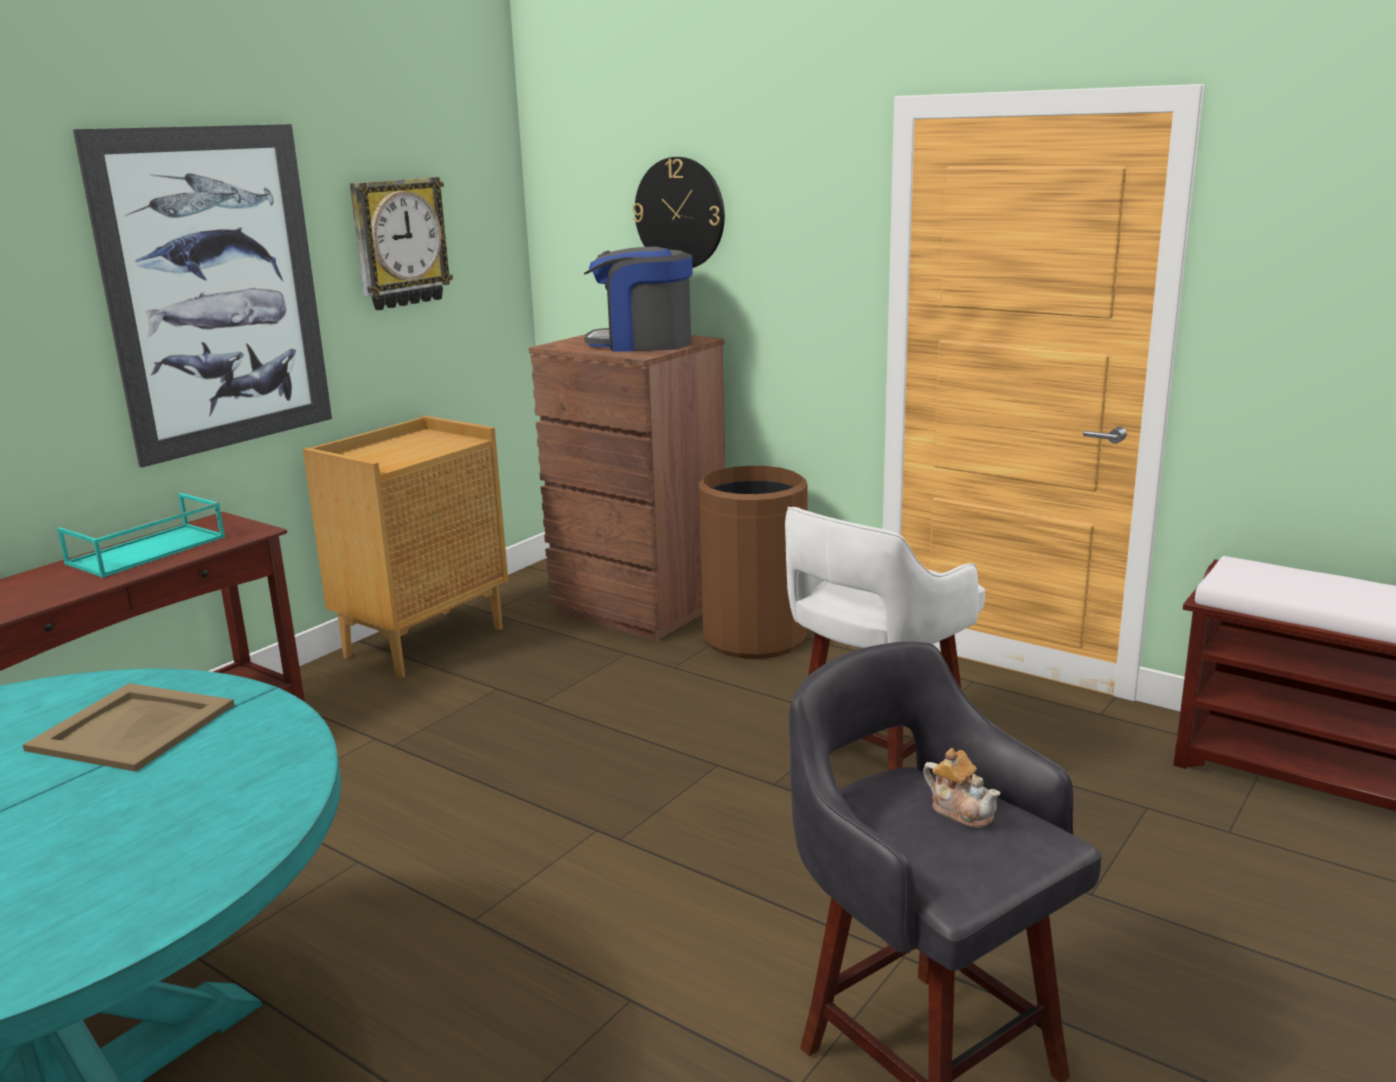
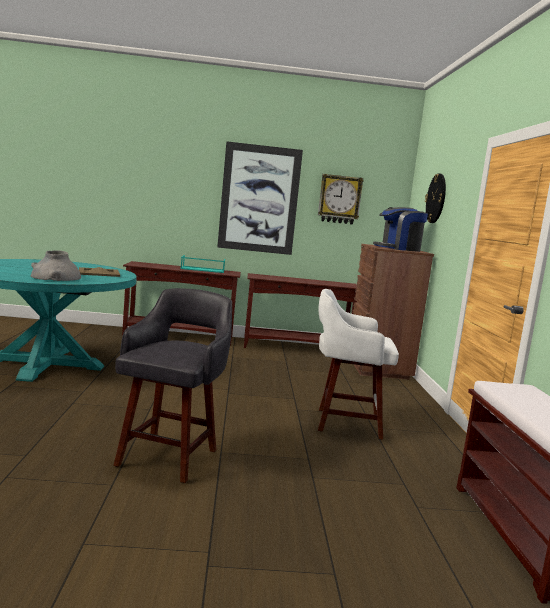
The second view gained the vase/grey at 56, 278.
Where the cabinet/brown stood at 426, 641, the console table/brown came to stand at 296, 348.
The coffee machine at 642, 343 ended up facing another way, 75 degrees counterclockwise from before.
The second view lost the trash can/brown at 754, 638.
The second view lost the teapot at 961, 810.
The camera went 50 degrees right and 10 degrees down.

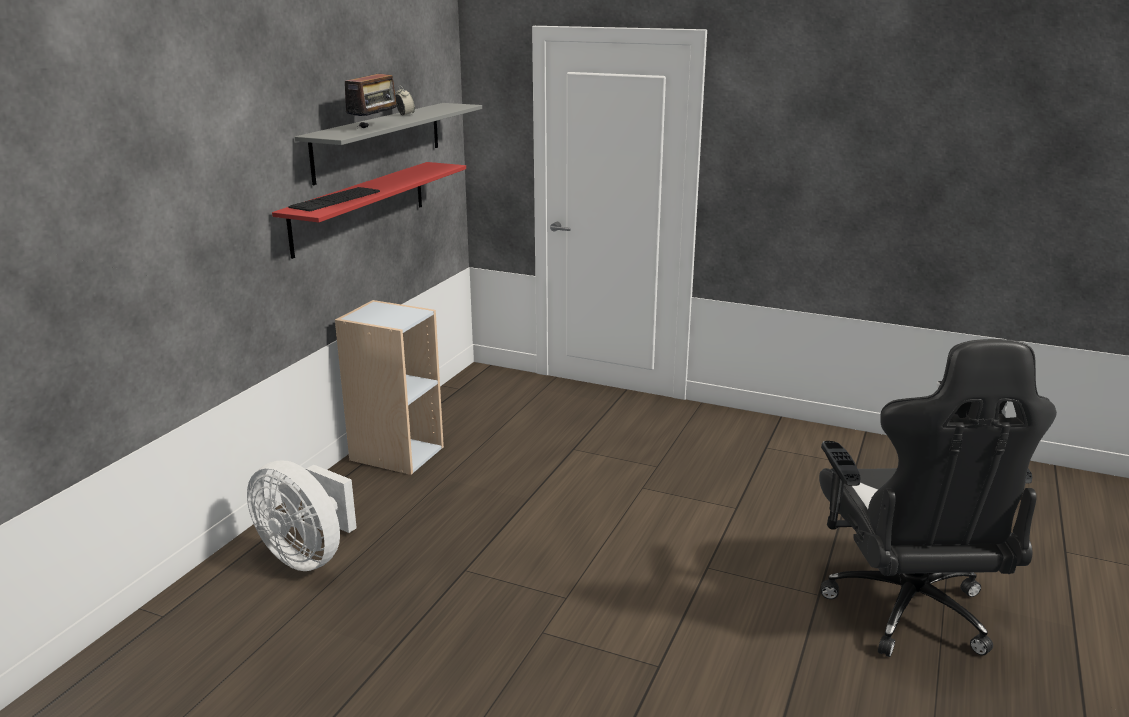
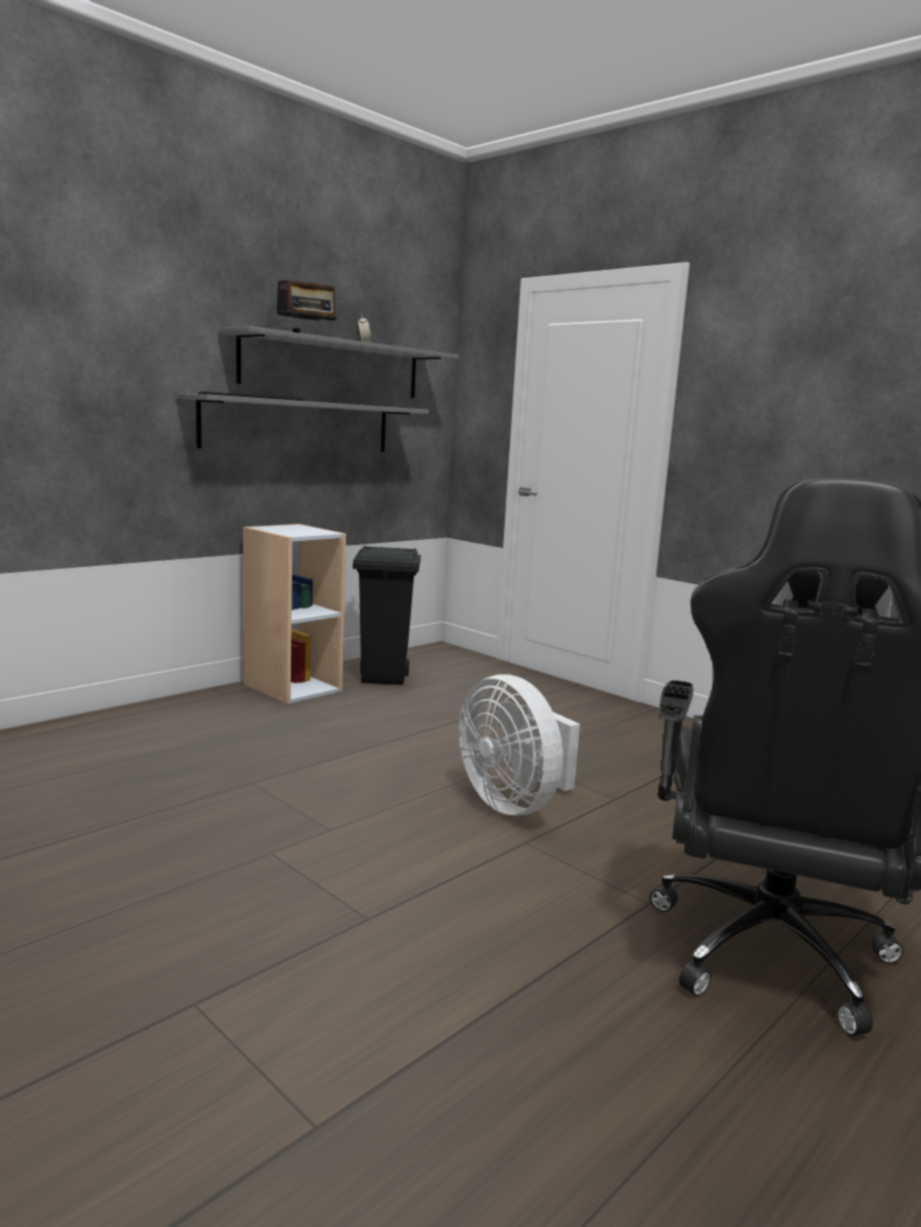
What was the shelf/red at 360, 207 turned into the shelf/grey at 299, 426.
The second view gained the trash can/black at 384, 678.
The fan/white ended up elsewhere, having gone from 308, 555 to 514, 803.
The camera went 20 degrees right and 10 degrees down.

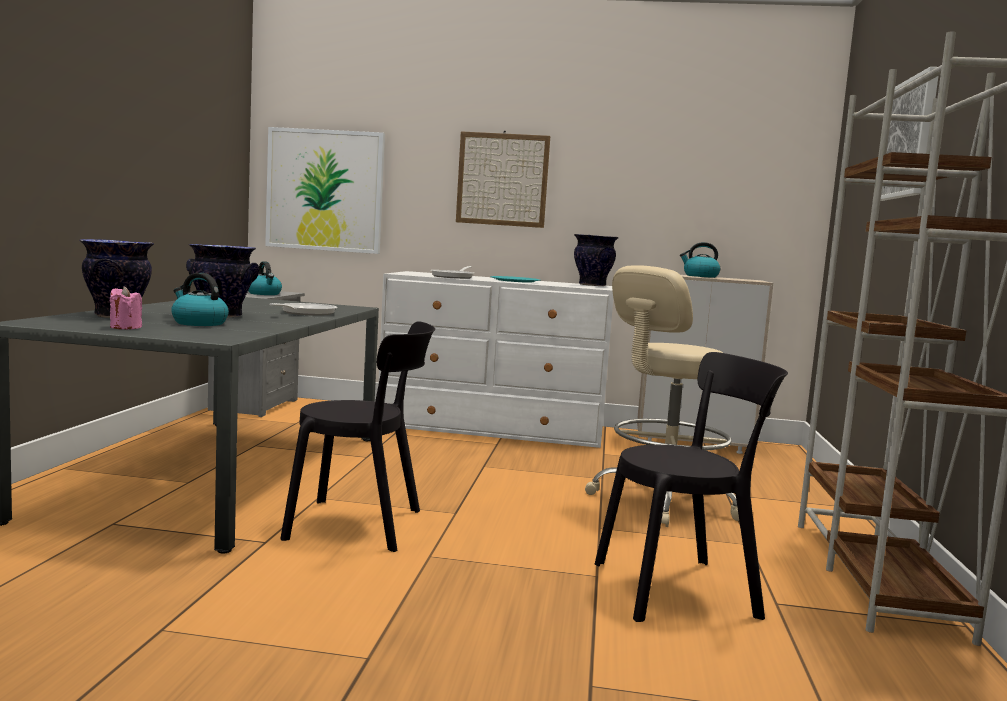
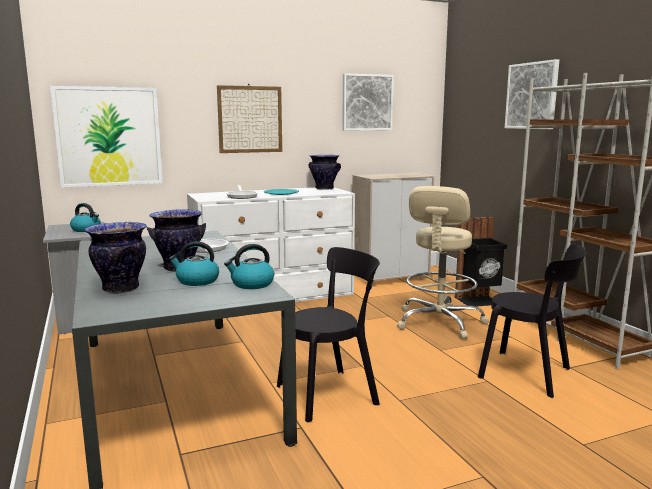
The kettle ended up elsewhere, having gone from 700, 276 to 251, 284.
The second view gained the picture at 367, 102.
The second view gained the trash can/black at 479, 301.
The chair/black at 682, 589 ended up facing another way, 75 degrees clockwise from before.
The second view lost the candle/pink at 125, 327.
The camera went 30 degrees left and 5 degrees up.

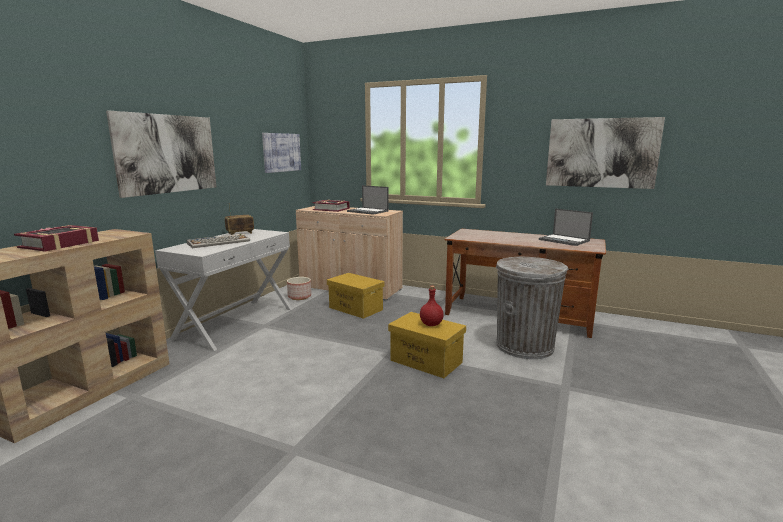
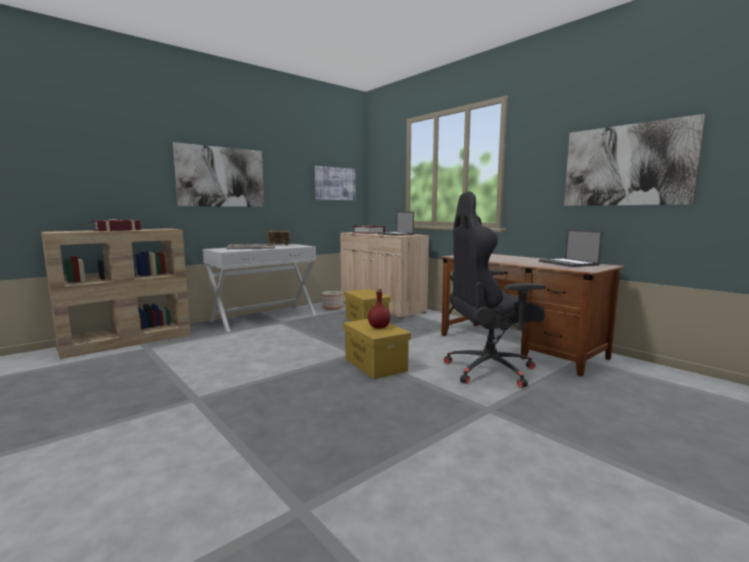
Where the trash can/grey stood at 524, 346, the office chair/black came to stand at 490, 370.
The camera went 25 degrees right and 5 degrees down.

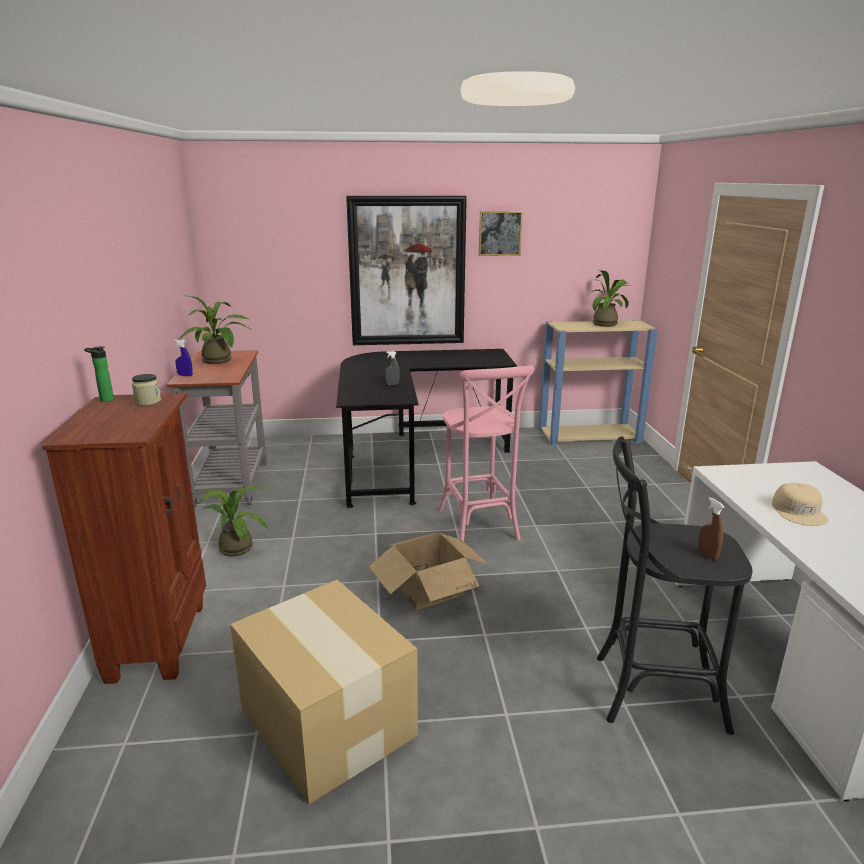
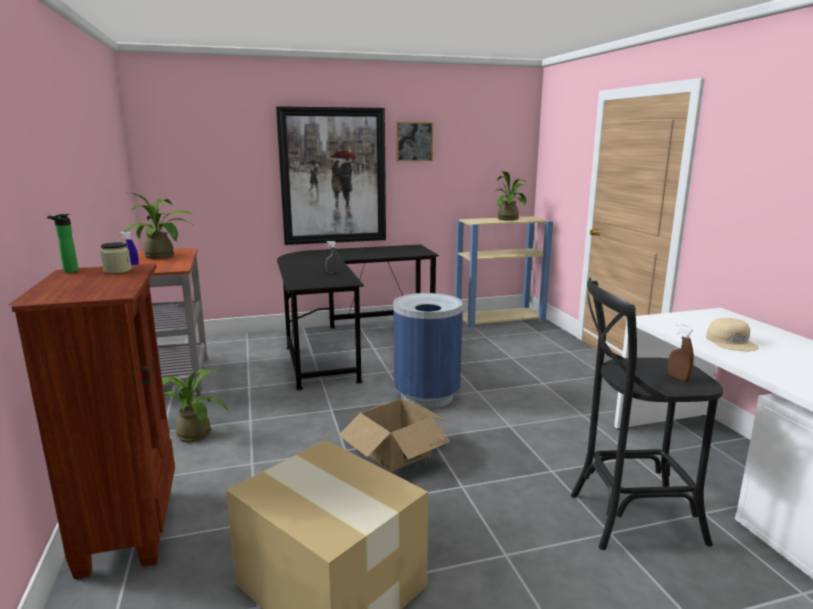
Where the stool/pink stood at 478, 527, the trash can/blue came to stand at 426, 396.
The camera went 10 degrees left and 5 degrees down.

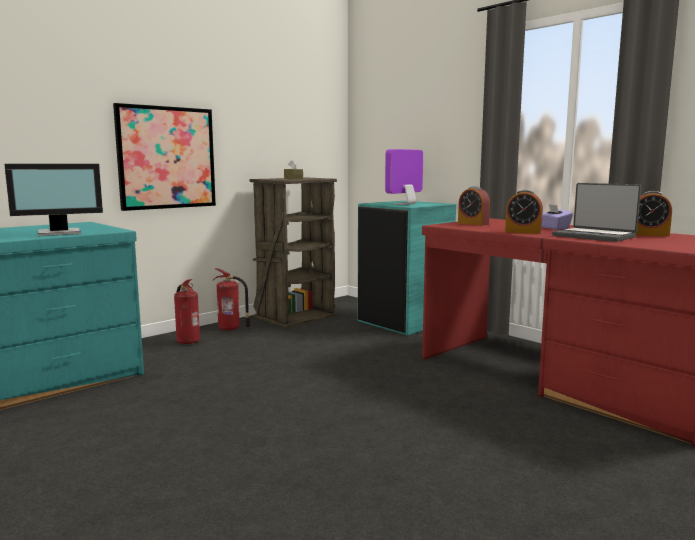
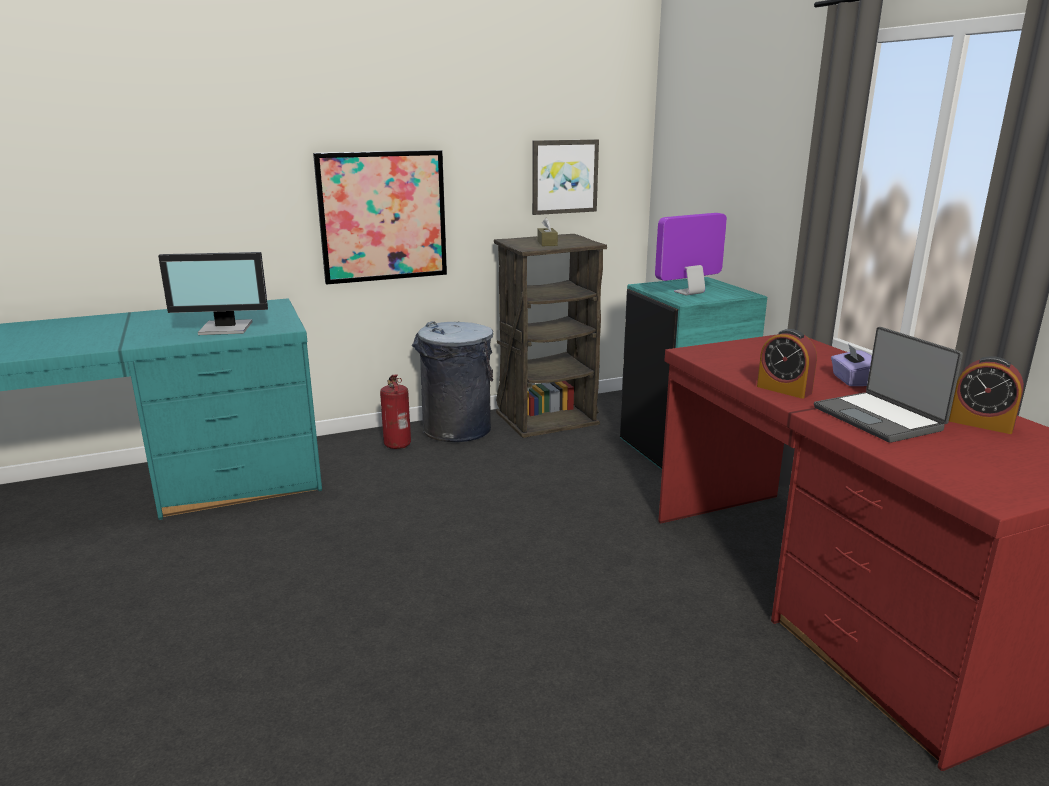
Where the fire extinguisher stood at 230, 329, the trash can/grey came to stand at 457, 430.
The second view gained the picture at 564, 176.
The second view lost the alarm clock at 473, 224.
The camera went 20 degrees right and 10 degrees up.

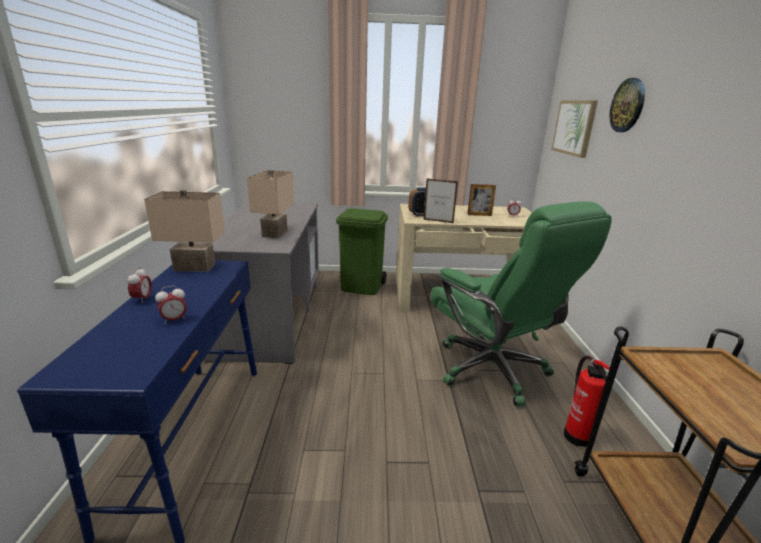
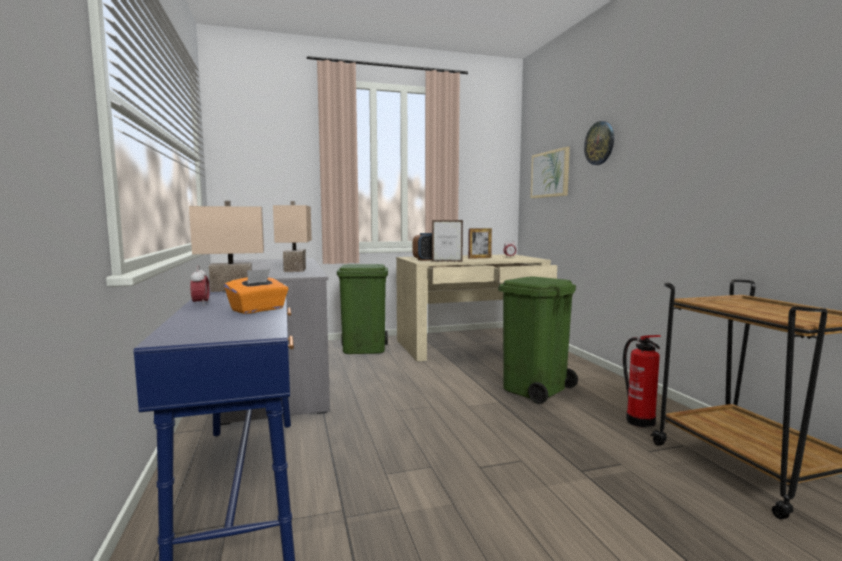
Where the alarm clock stood at 174, 320, the tissue box/orange came to stand at 258, 309.
Where the office chair/green stood at 492, 369, the trash can/green came to stand at 534, 389.
The camera went 15 degrees left and 15 degrees down.

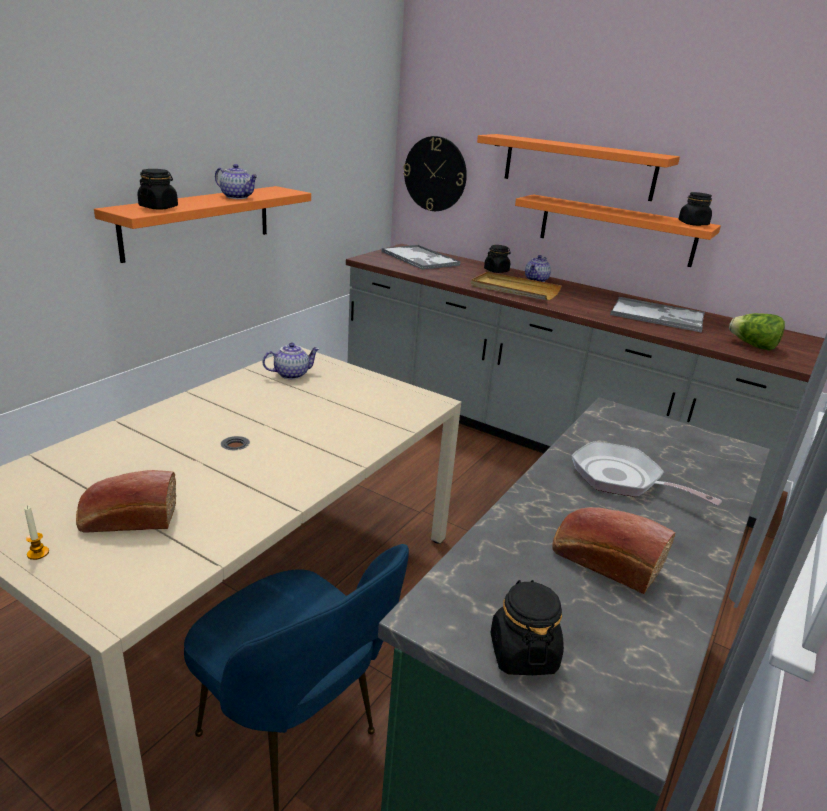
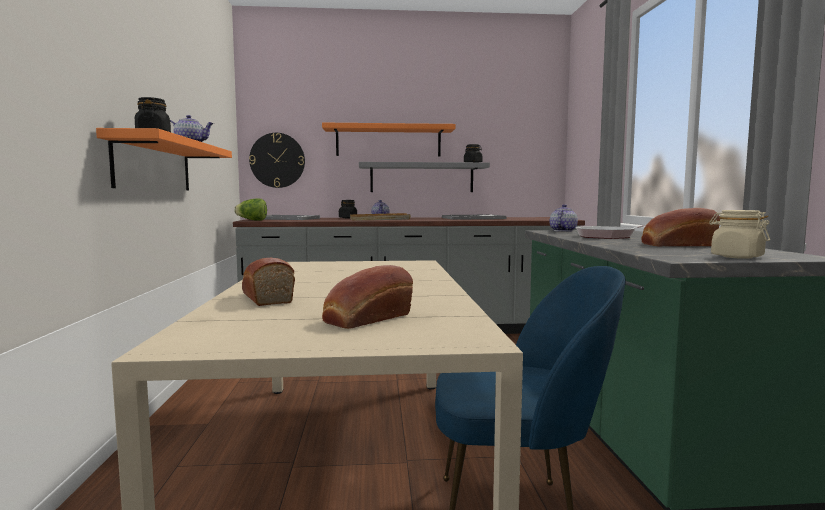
The lettuce ended up elsewhere, having gone from 753, 345 to 252, 220.
The second view gained the bread at 266, 298.
What was the shelf/orange at 616, 230 turned into the shelf/grey at 422, 178.
The teapot ended up elsewhere, having gone from 291, 374 to 562, 231.
What was the jar/black at 522, 653 turned into the jar/beige at 736, 257.
The second view lost the candle at 38, 553.
The camera went 35 degrees left and 20 degrees down.

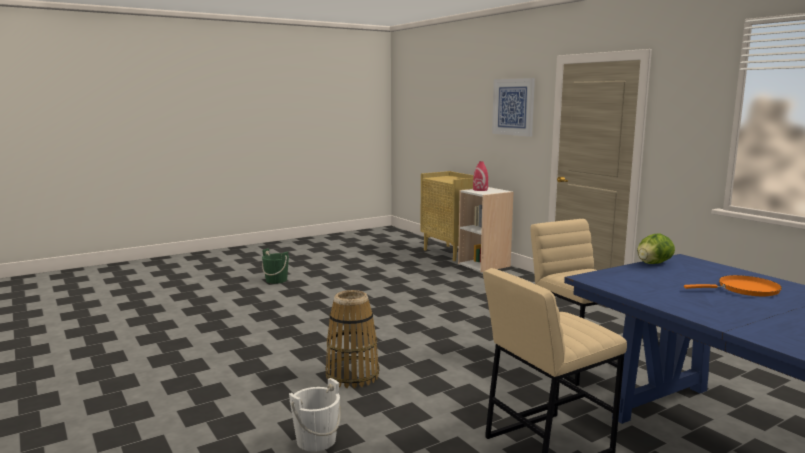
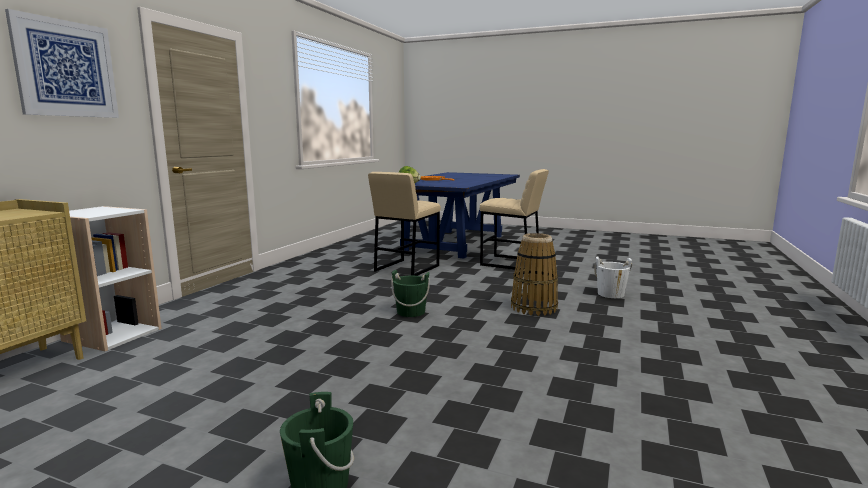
The second view gained the bucket/green at 411, 312.
The second view lost the vase/red at 480, 190.
The camera went 125 degrees left and 0 degrees up.

